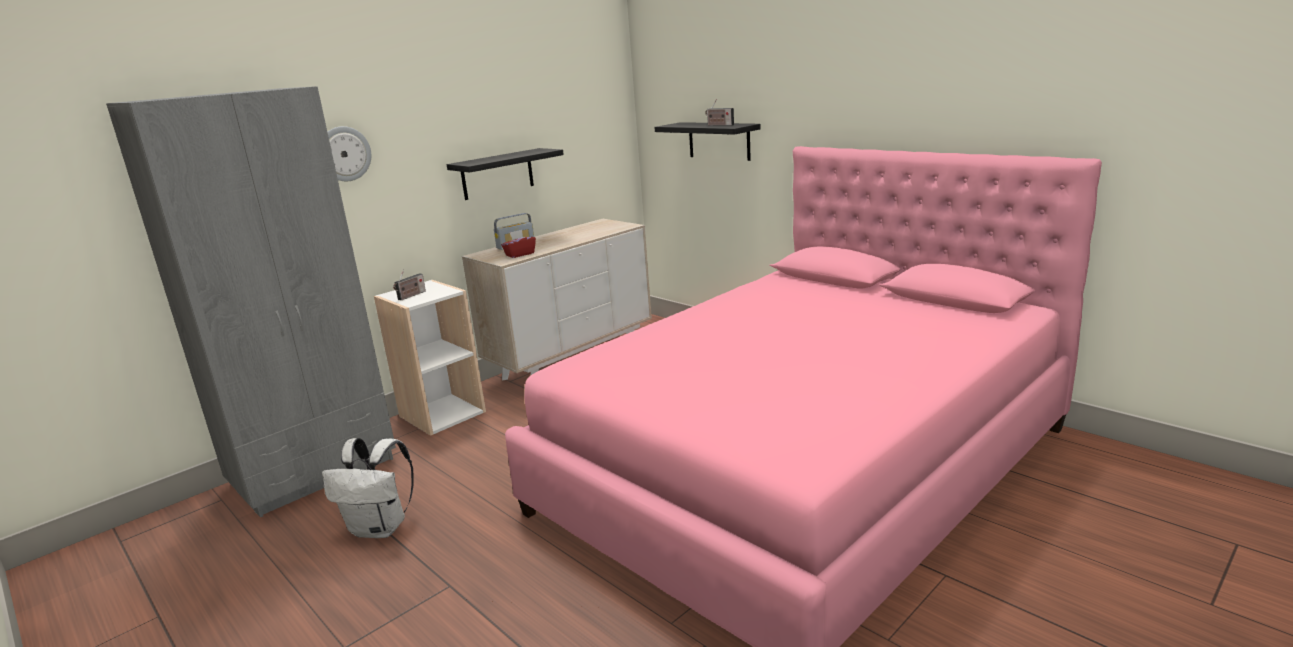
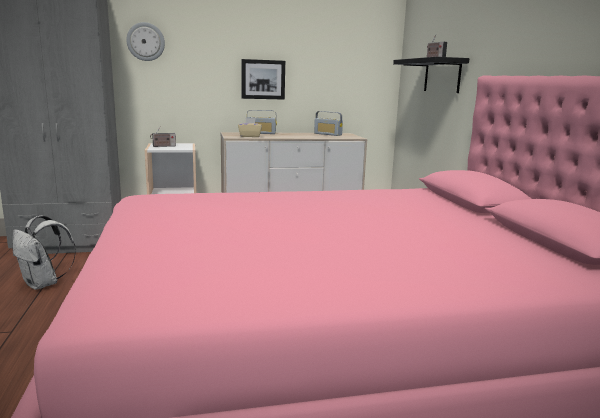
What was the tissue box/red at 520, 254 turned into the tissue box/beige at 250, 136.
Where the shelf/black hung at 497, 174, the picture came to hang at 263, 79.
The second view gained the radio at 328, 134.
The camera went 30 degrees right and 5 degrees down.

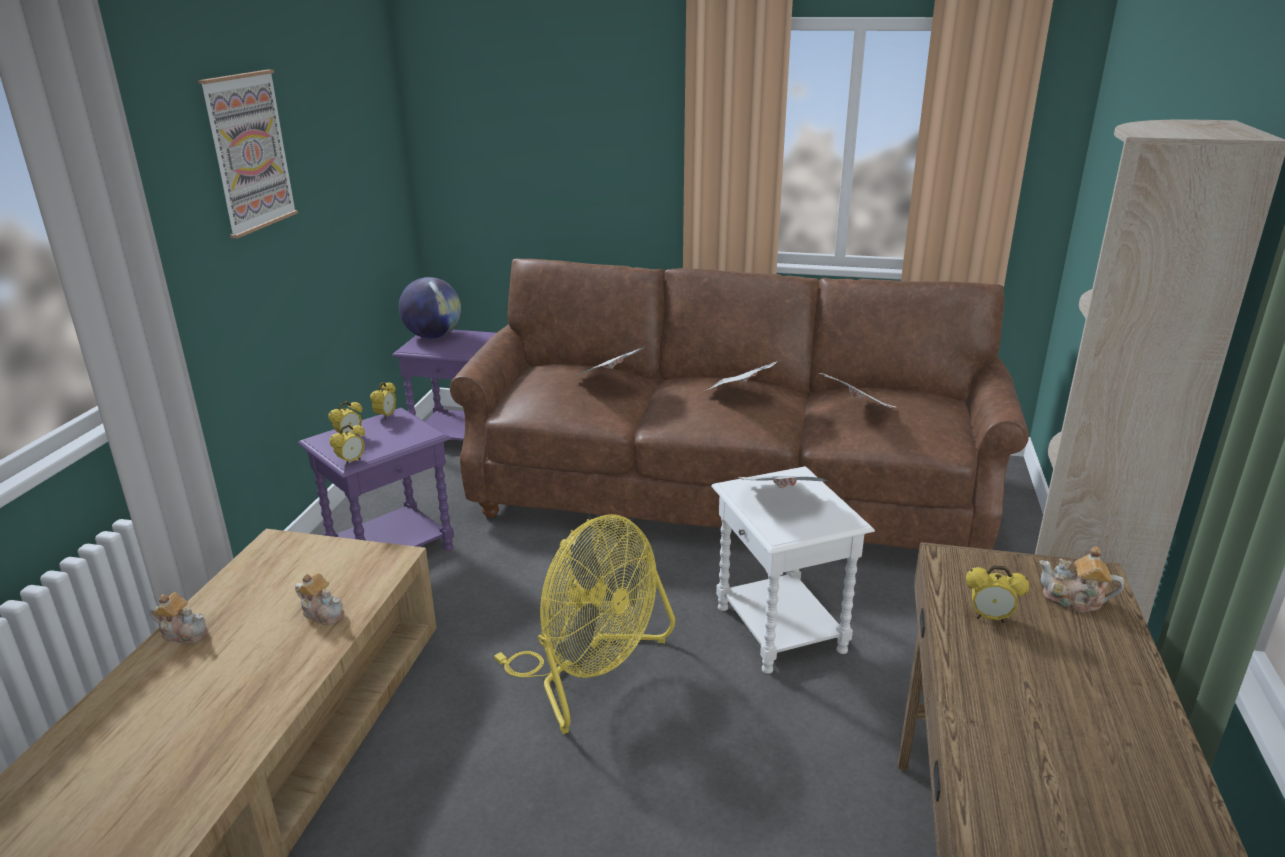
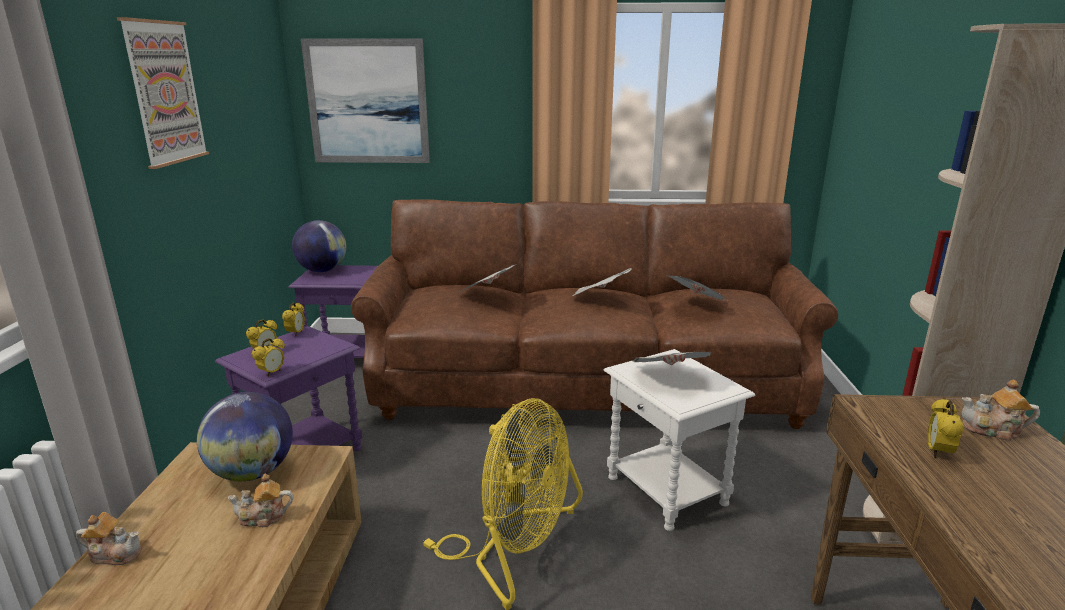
The second view gained the globe at 252, 472.
The teapot at 323, 613 ended up facing another way, 150 degrees clockwise from before.
The second view gained the picture at 367, 102.
The alarm clock at 990, 618 ended up facing another way, 105 degrees clockwise from before.
The camera went 10 degrees left and 5 degrees down.

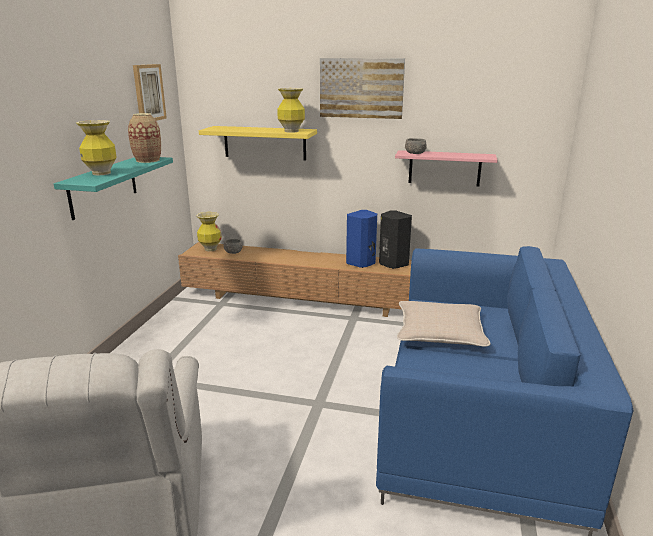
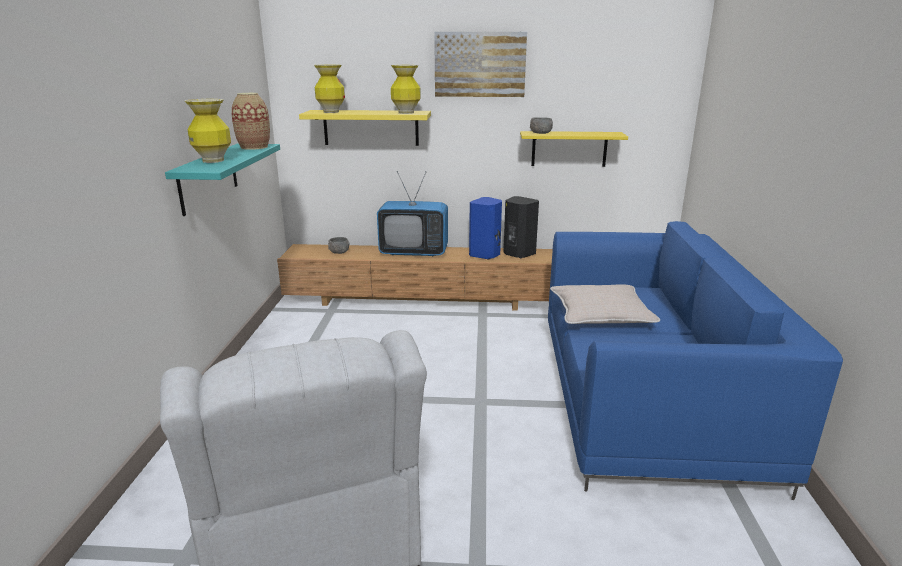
The vase ended up elsewhere, having gone from 210, 249 to 331, 112.
The second view gained the television at 414, 252.
What was the shelf/pink at 444, 168 turned into the shelf/yellow at 569, 149.
The second view lost the picture at 148, 93.
The camera went 10 degrees left and 0 degrees up.

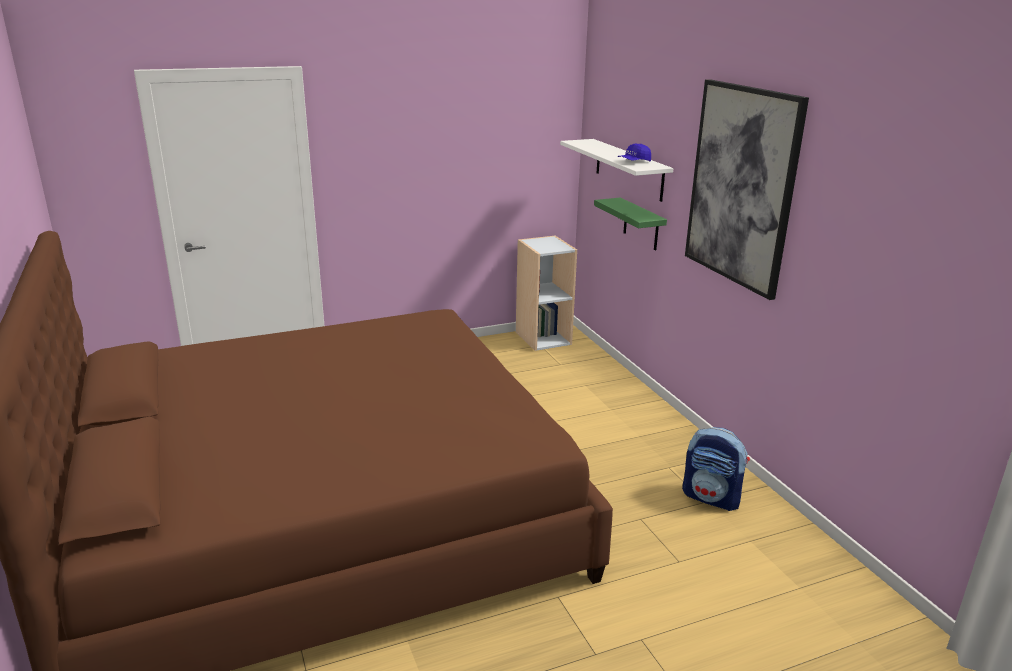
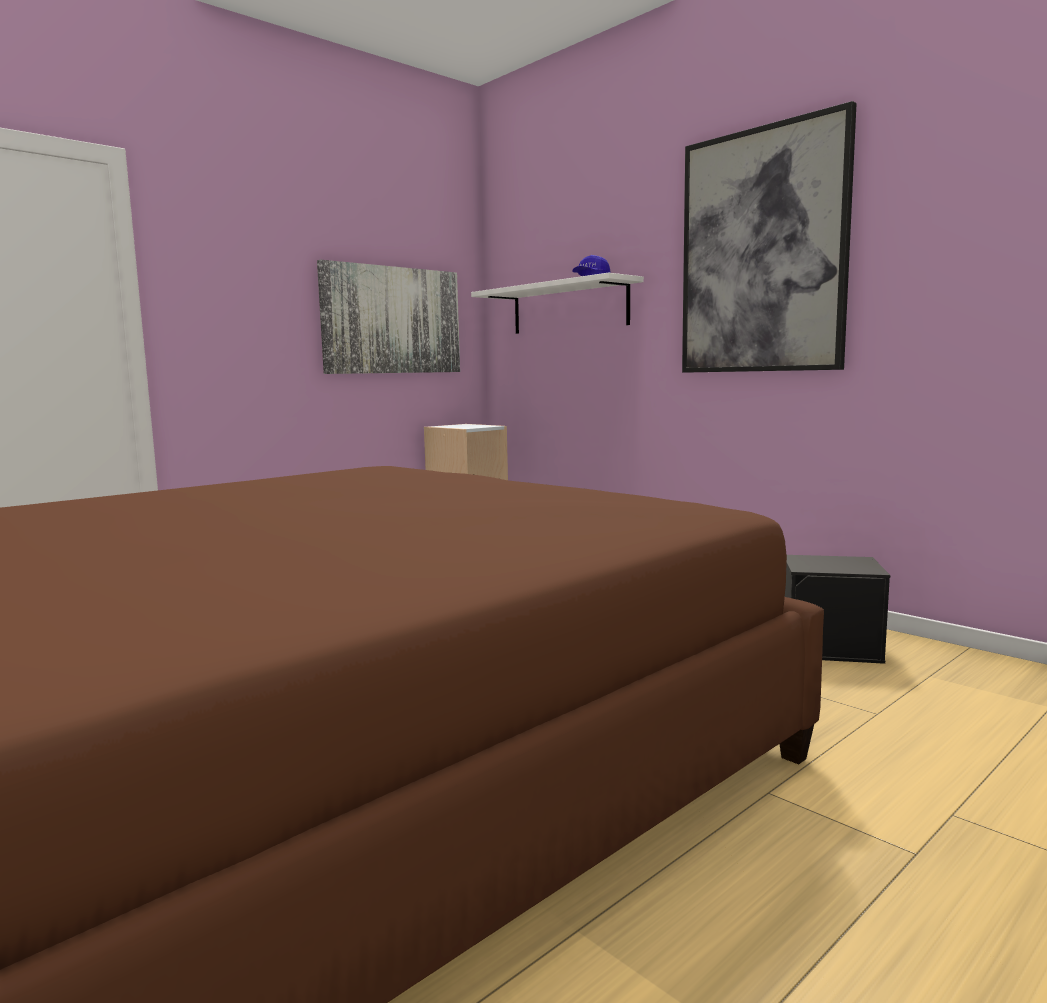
The second view gained the picture at 392, 320.
Where the backpack stood at 712, 498, the storage box/black came to stand at 830, 647.
The second view lost the shelf/green at 641, 224.
The camera went 20 degrees left and 15 degrees down.

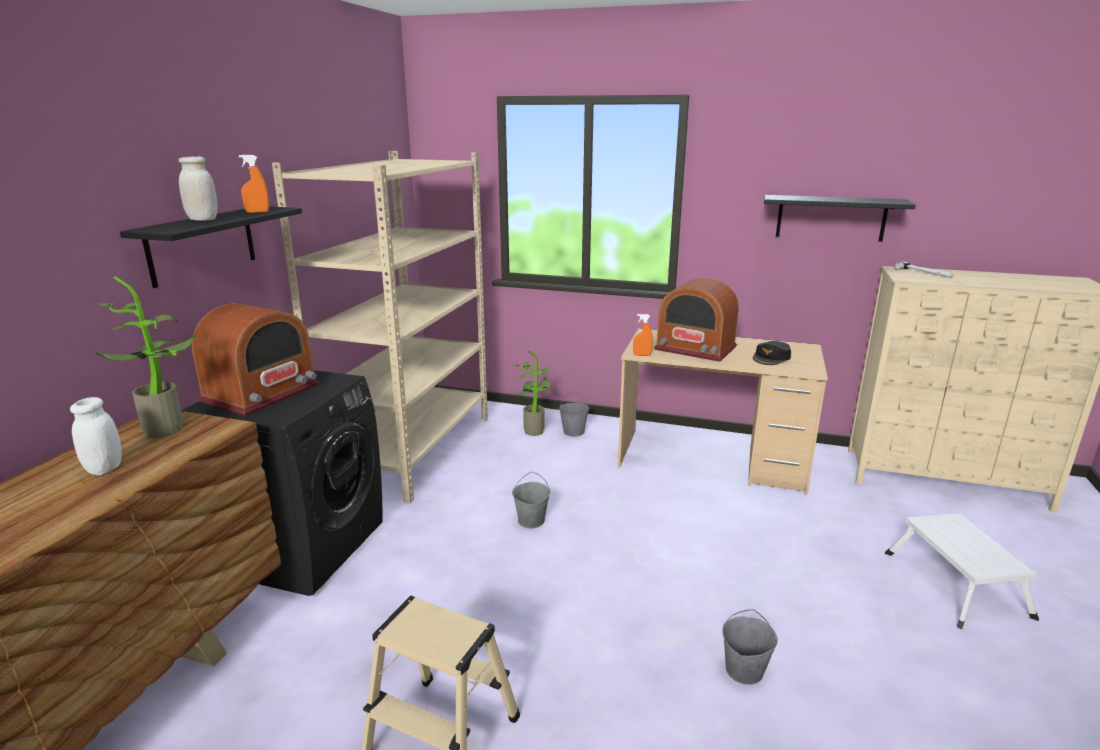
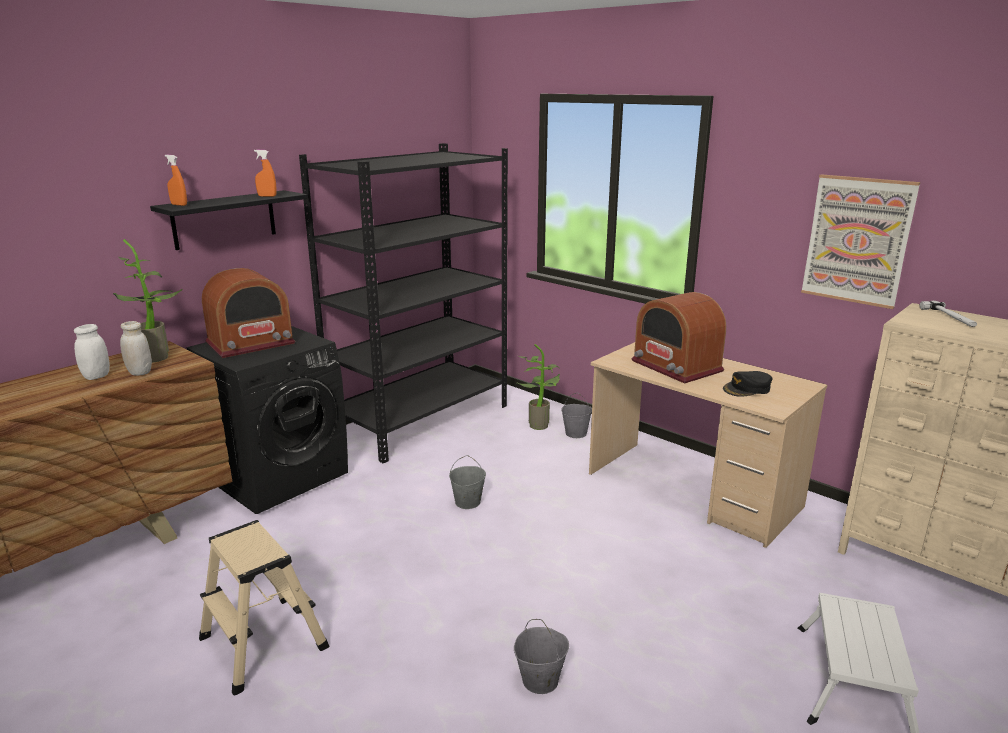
The jar/white ended up elsewhere, having gone from 203, 220 to 140, 372.
The spray bottle/orange ended up elsewhere, having gone from 642, 355 to 179, 205.
What was the bookcase/beige at 411, 449 turned into the bookcase/black at 420, 419.
Where the shelf/black hung at 830, 218, the picture came to hang at 857, 240.
The camera went 25 degrees right and 0 degrees up.

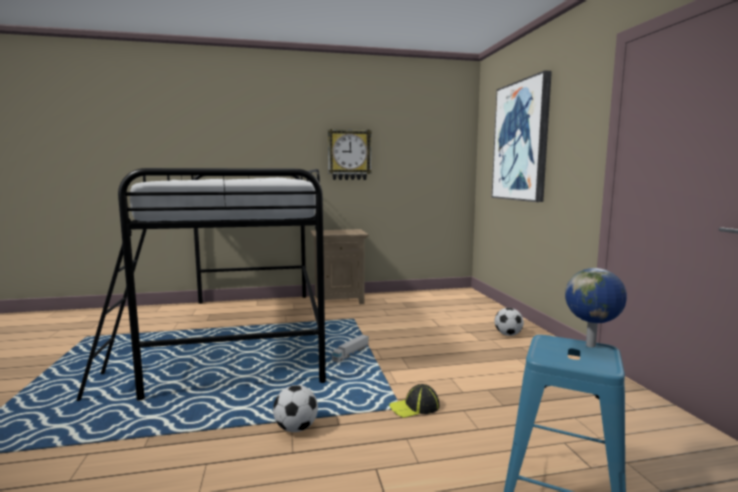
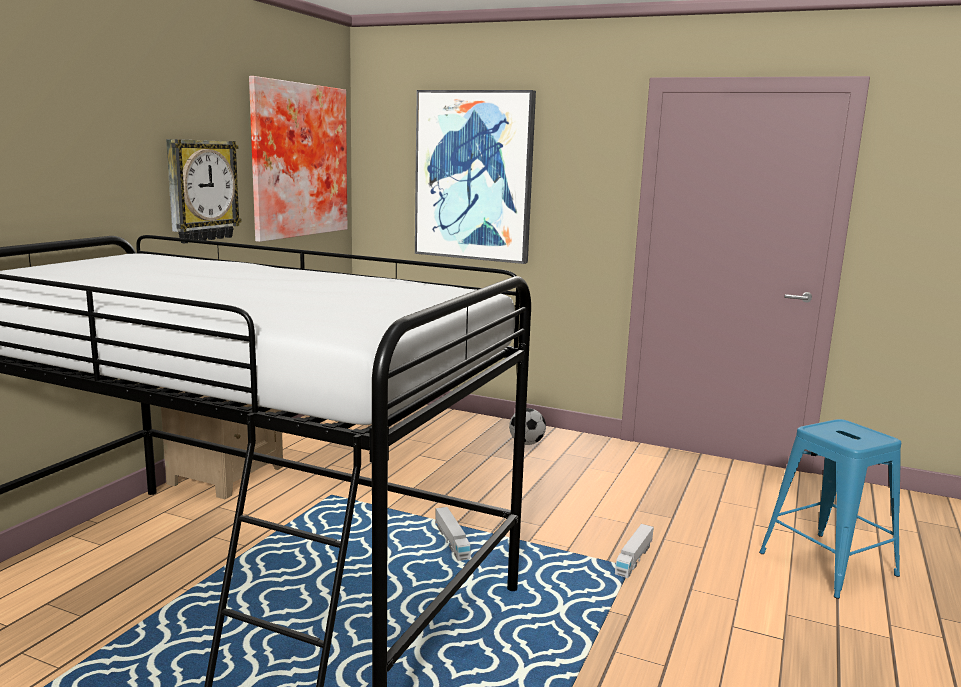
The second view gained the picture at 296, 160.
Where the cap stood at 415, 407, the toy truck came to stand at 634, 559.
The second view lost the football at 296, 428.
The second view lost the globe at 592, 346.
The camera went 55 degrees left and 5 degrees up.

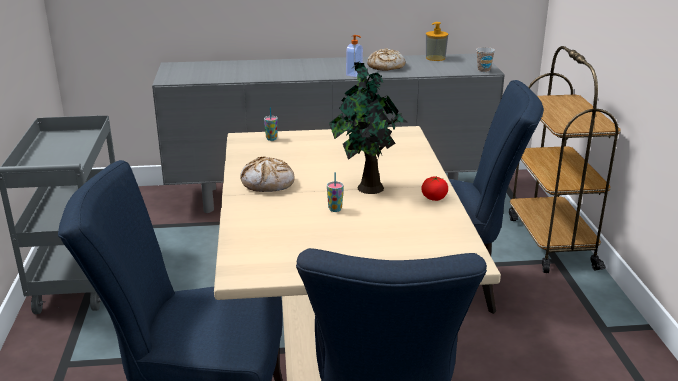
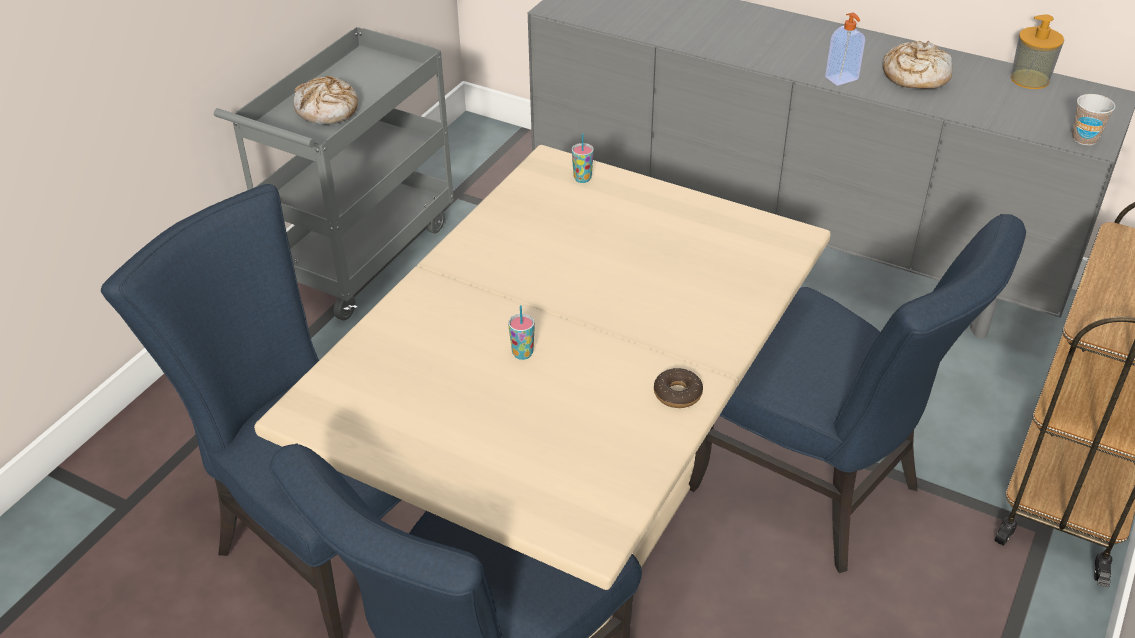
The bread ended up elsewhere, having gone from 268, 183 to 327, 110.
Where the tomato stood at 434, 198, the donut came to stand at 677, 394.
The second view lost the potted plant at 368, 188.
The camera went 35 degrees right and 15 degrees up.

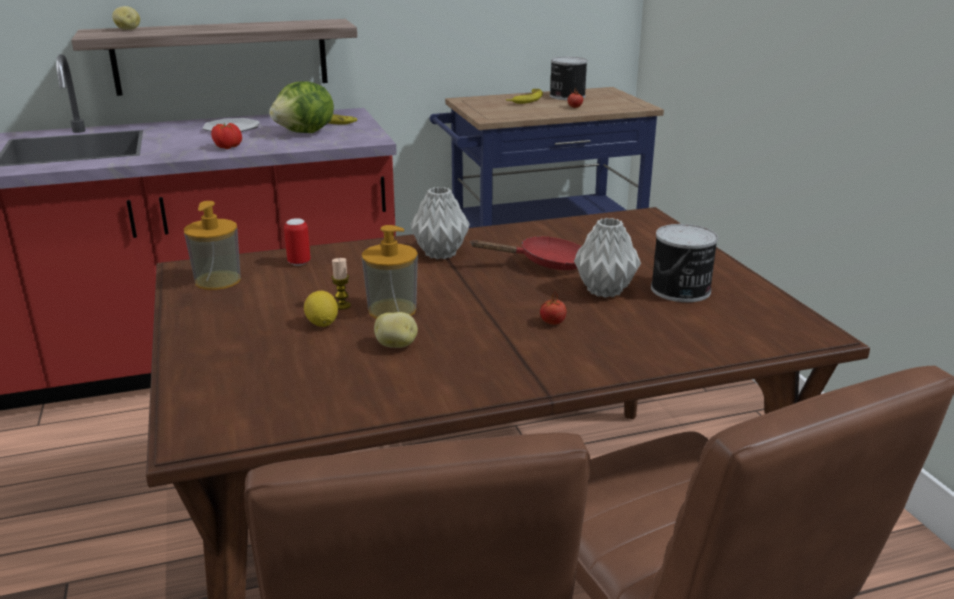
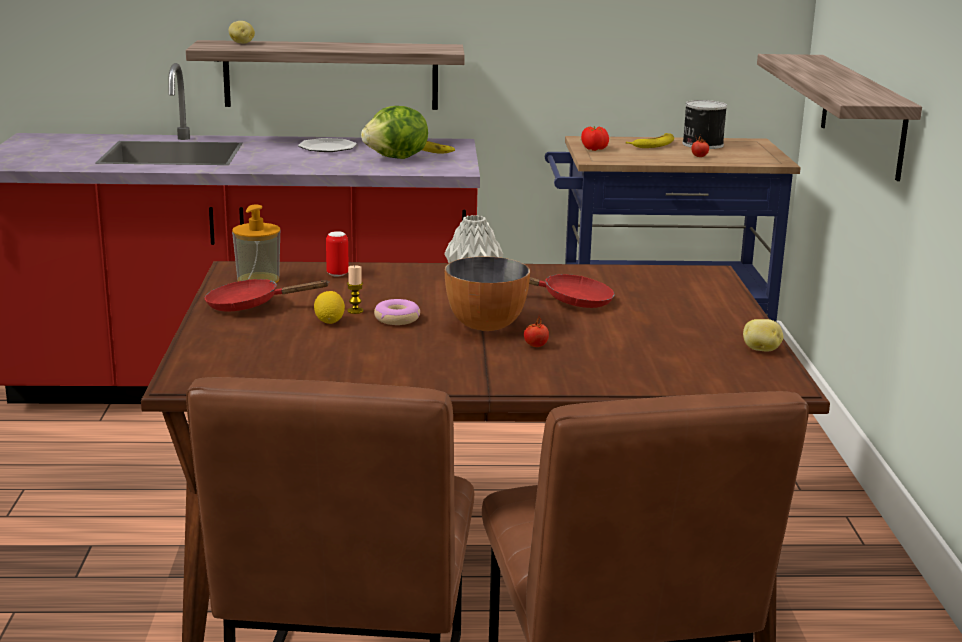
The second view gained the frying pan/red at 251, 305.
Where the soap dispenser stood at 392, 310, the donut came to stand at 397, 319.
The second view gained the bowl at 486, 325.
The tomato ended up elsewhere, having gone from 228, 147 to 594, 149.
The potato ended up elsewhere, having gone from 396, 345 to 761, 350.
The second view gained the shelf at 862, 115.
The second view lost the vase/grey at 603, 291.
The second view lost the can at 681, 290.
The camera went 15 degrees right and 5 degrees down.

